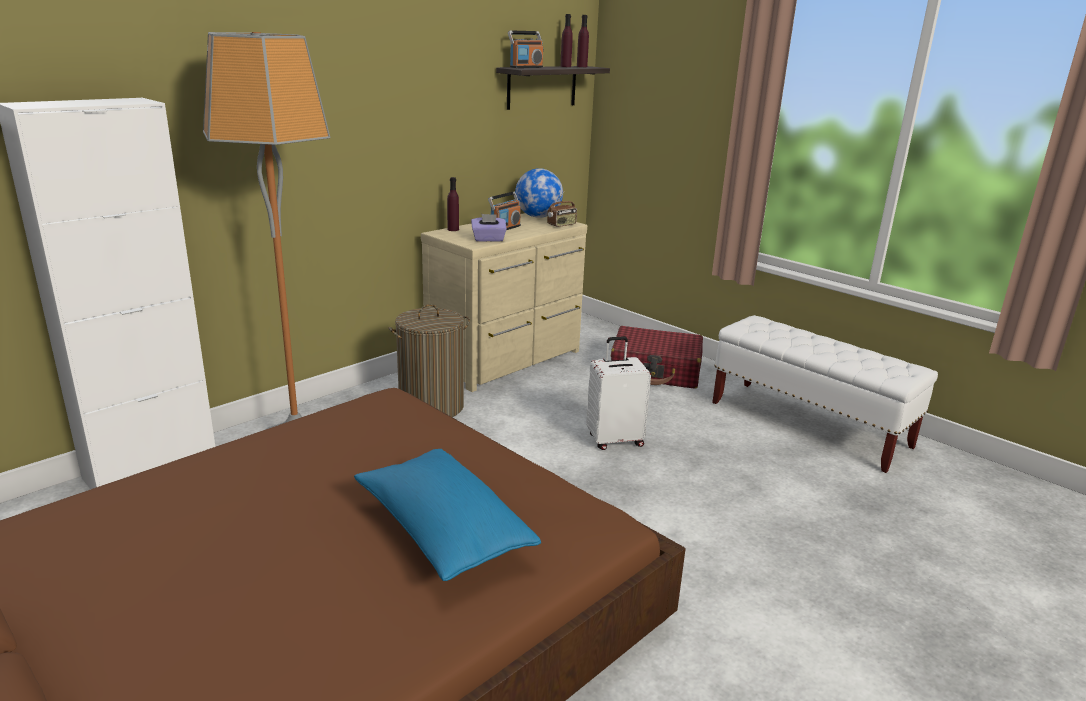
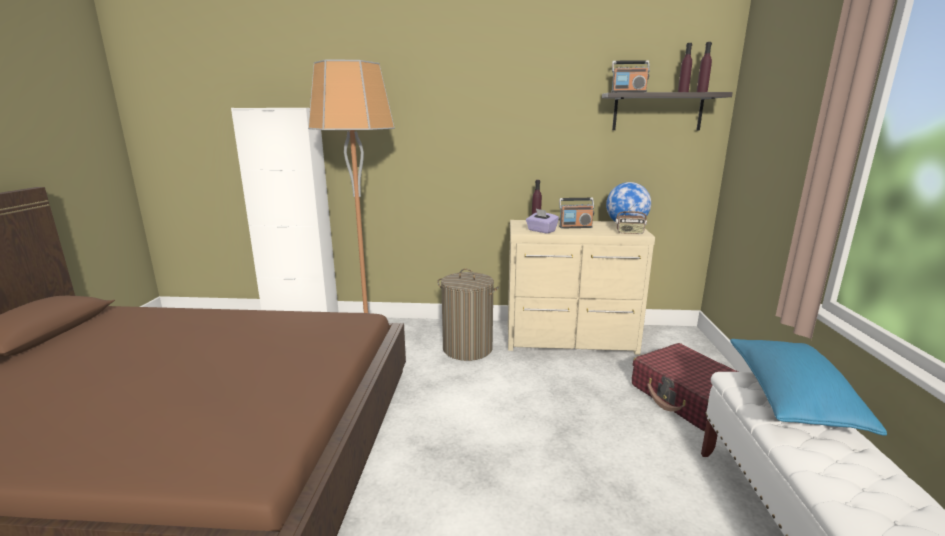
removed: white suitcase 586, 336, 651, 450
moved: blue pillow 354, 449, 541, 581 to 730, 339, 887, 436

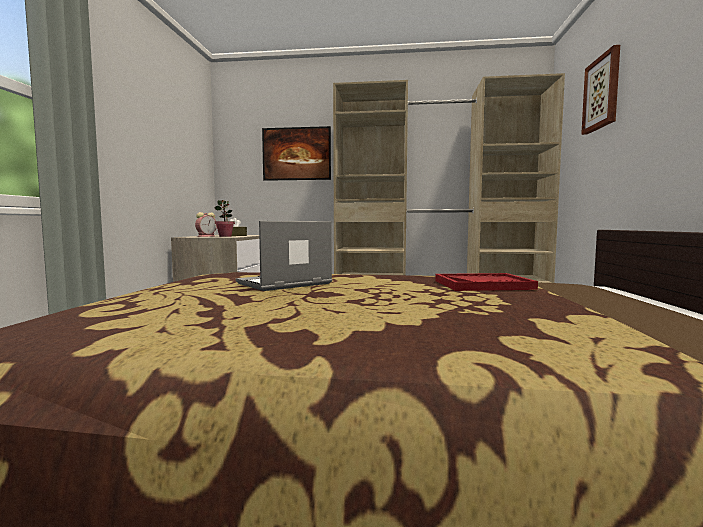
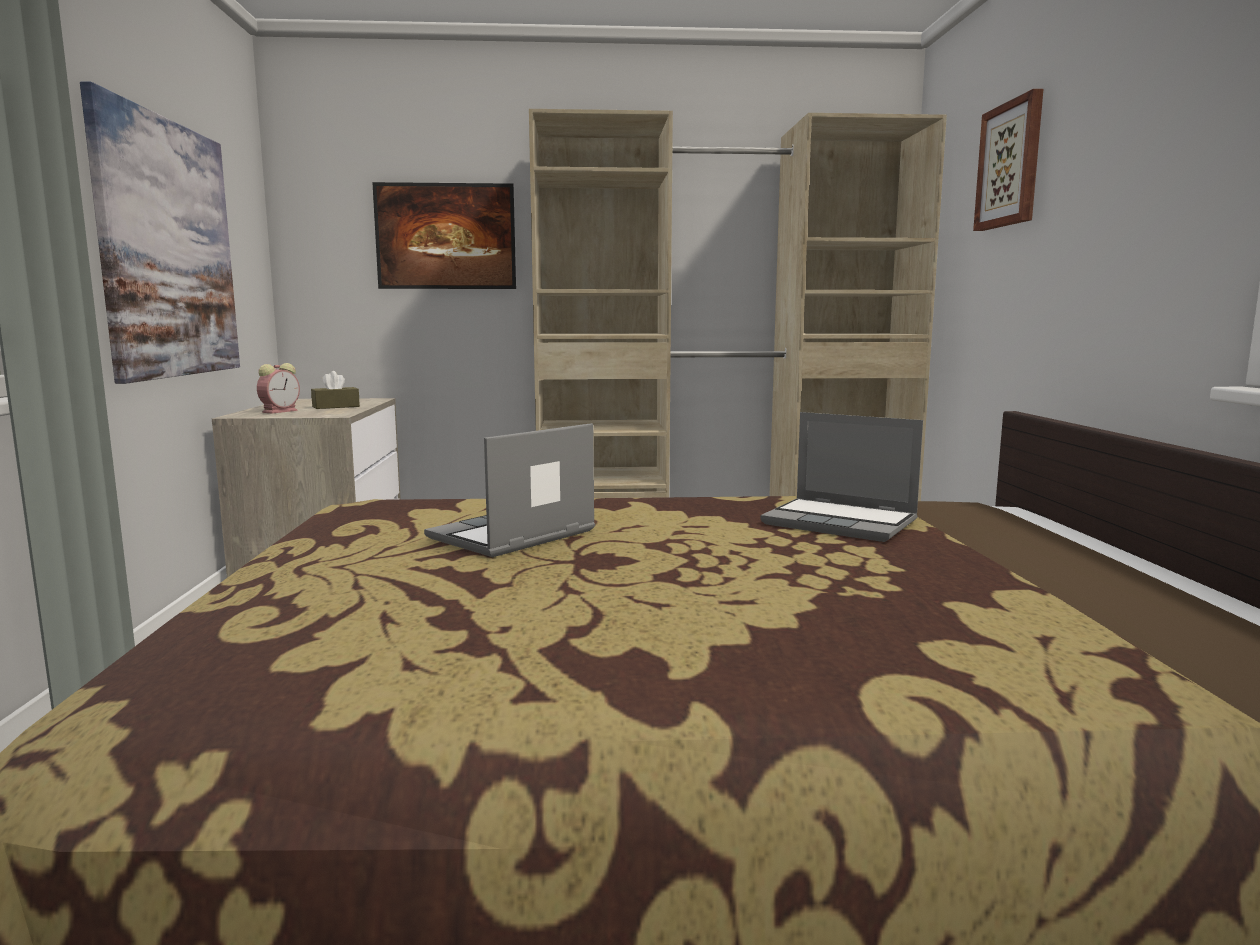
removed: potted plant 214, 200, 235, 237
added: picture 80, 81, 240, 384
replaced: red tray 435, 273, 538, 291 to laptop 761, 412, 923, 542

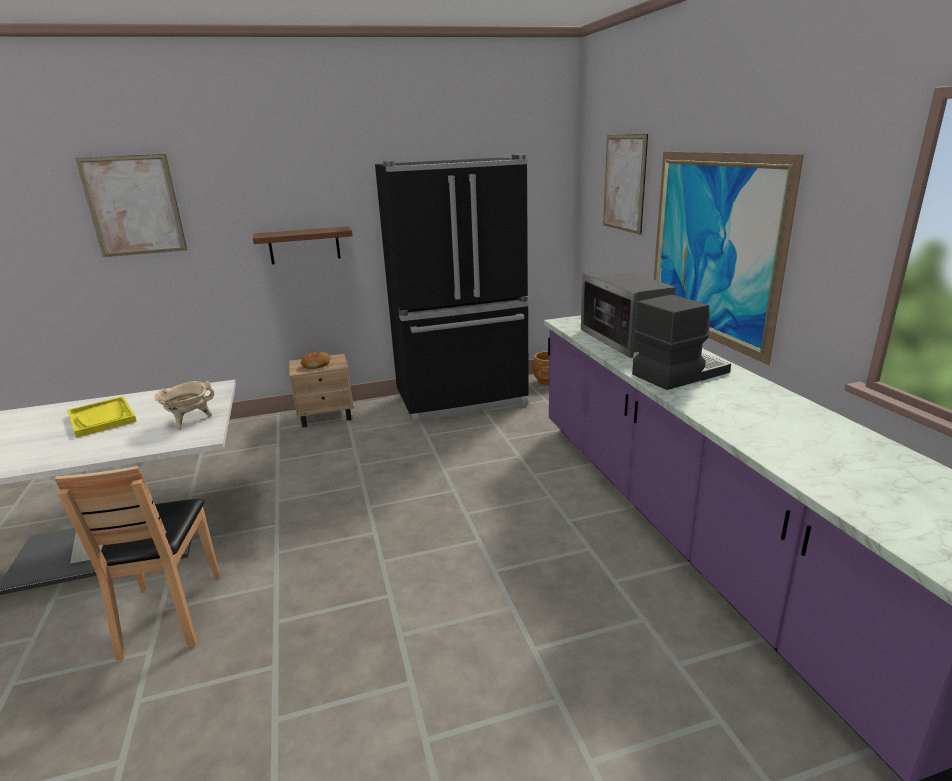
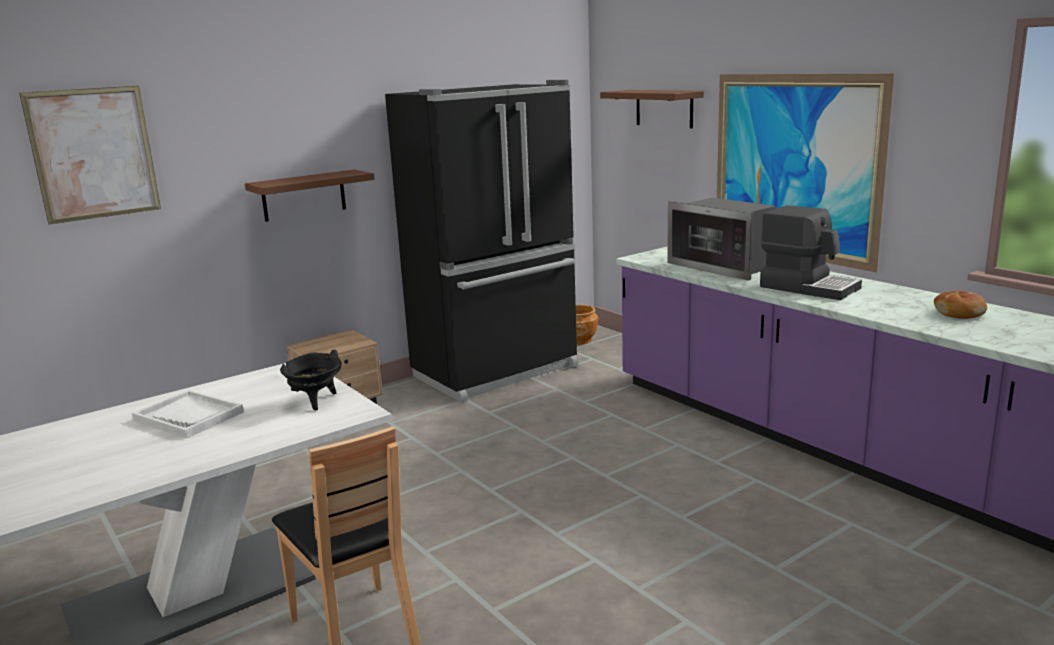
moved: bread 301, 351, 330, 369 to 934, 291, 987, 319
replaced: picture 603, 134, 648, 235 to brown shelf 600, 90, 704, 128
recoloured: yellow tray 67, 396, 137, 438 to white tray 132, 390, 244, 438; beige cooking pot 154, 381, 214, 430 to black cooking pot 280, 350, 342, 410
turned: coffee machine 632, 295, 731, 390 = 760, 205, 862, 300 90 degrees clockwise

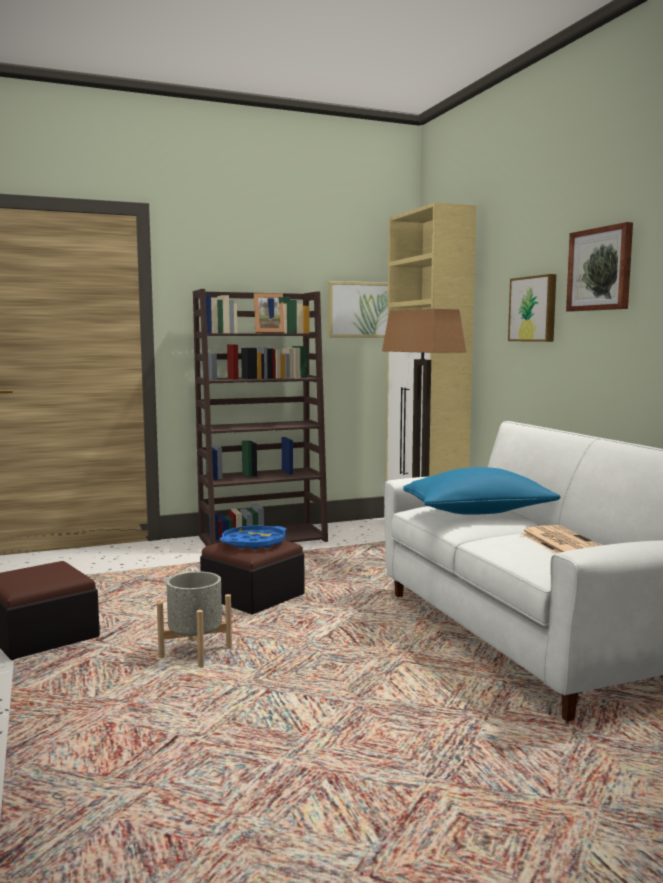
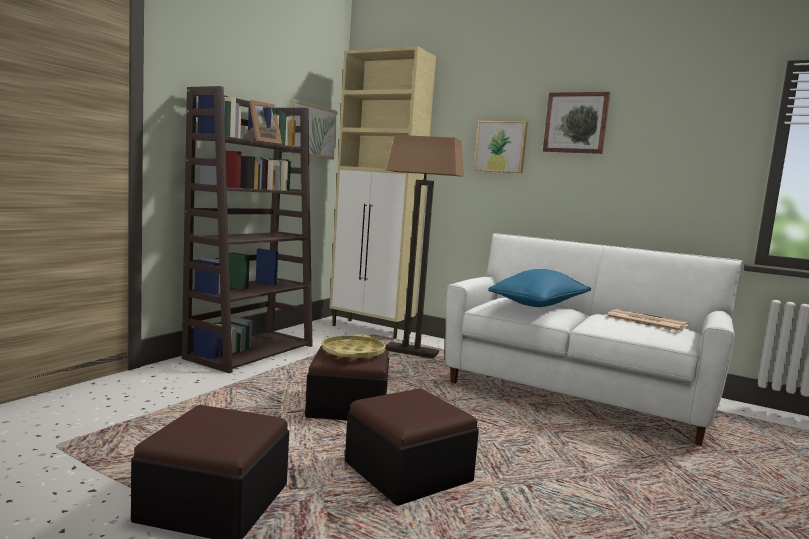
replaced: grey planter 157, 571, 232, 668 to ottoman 345, 388, 479, 506
recoloured: blue tray 220, 526, 286, 550 to yellow tray 322, 334, 386, 360

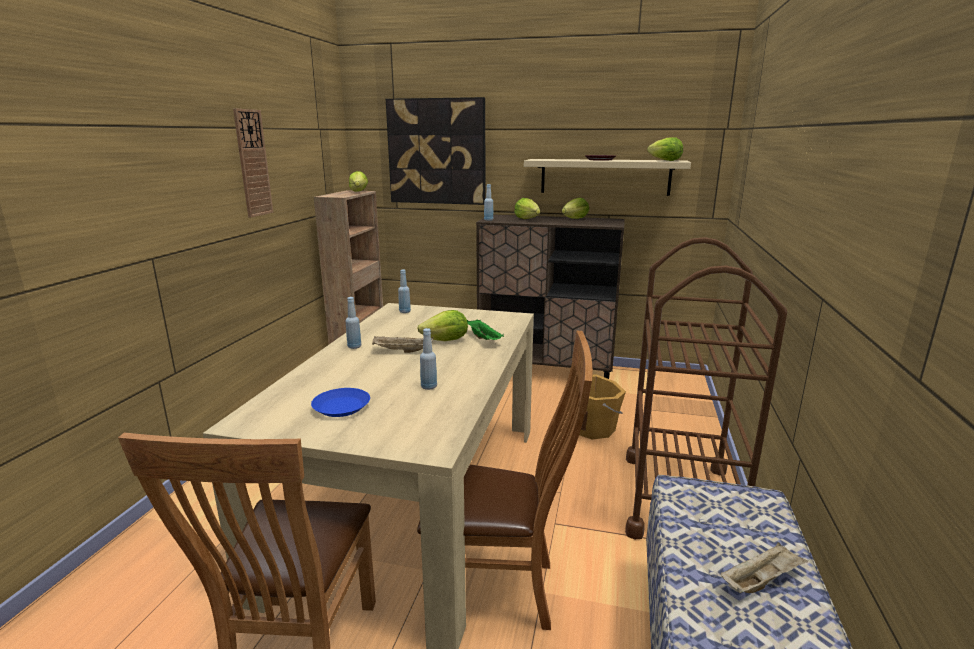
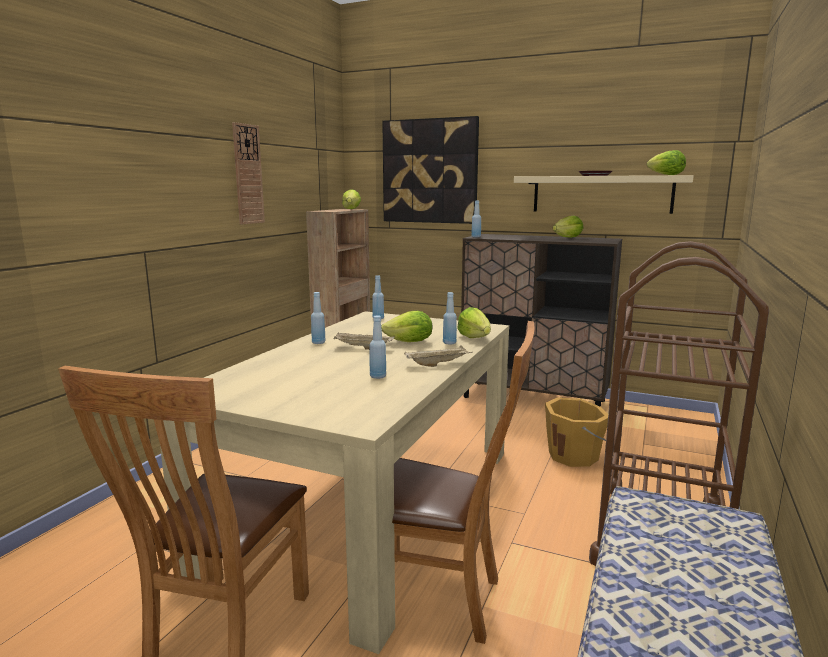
removed: blue plate 311, 388, 370, 417
moved: lettuce 514, 198, 540, 219 to 458, 307, 491, 338; beige tray 721, 542, 808, 593 to 404, 345, 473, 367
replaced: green tray 467, 319, 504, 340 to blue bottle 443, 292, 457, 344

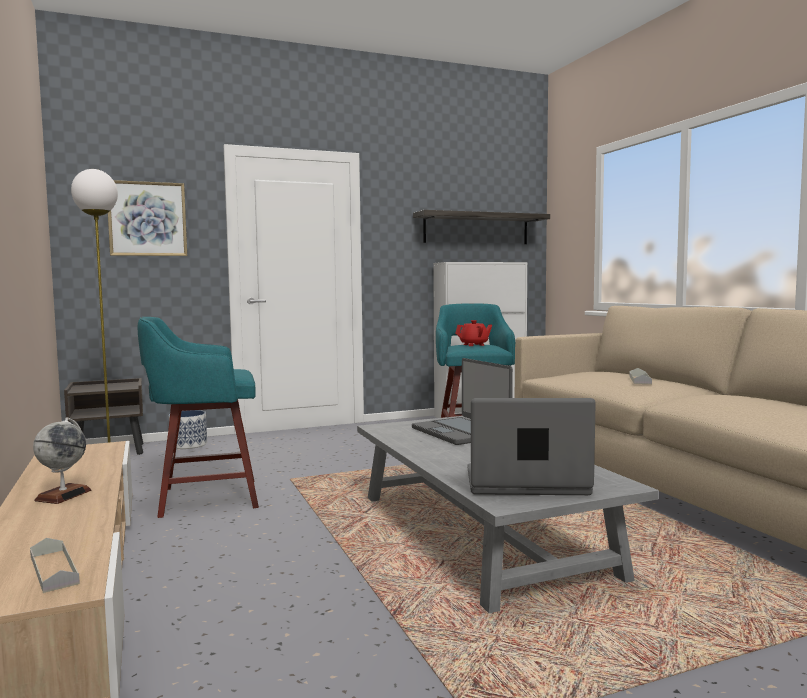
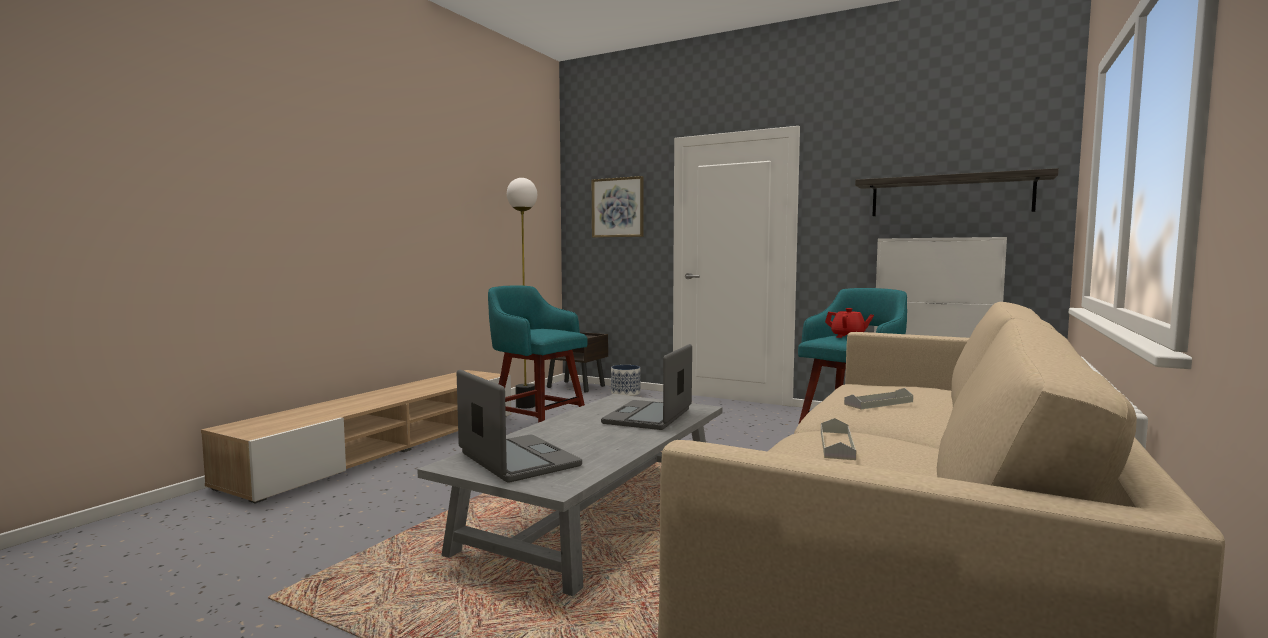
removed: globe 33, 417, 92, 504
moved: grey tray 30, 538, 80, 593 to 821, 418, 856, 460

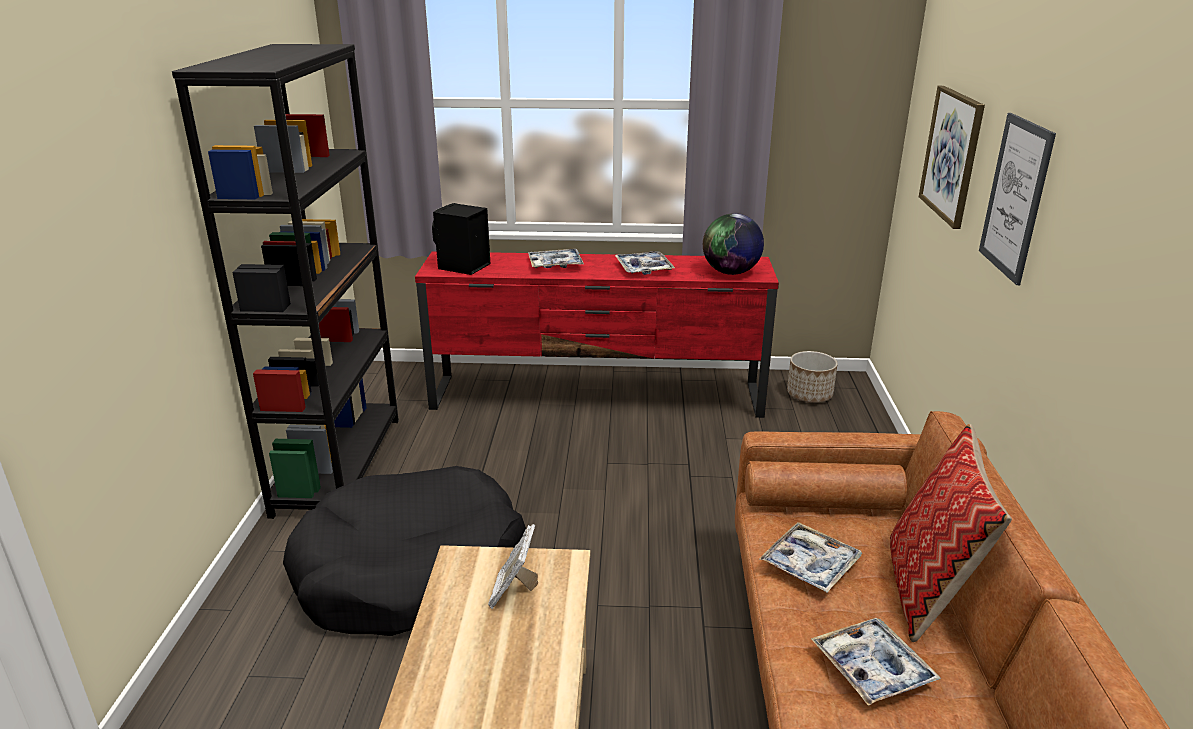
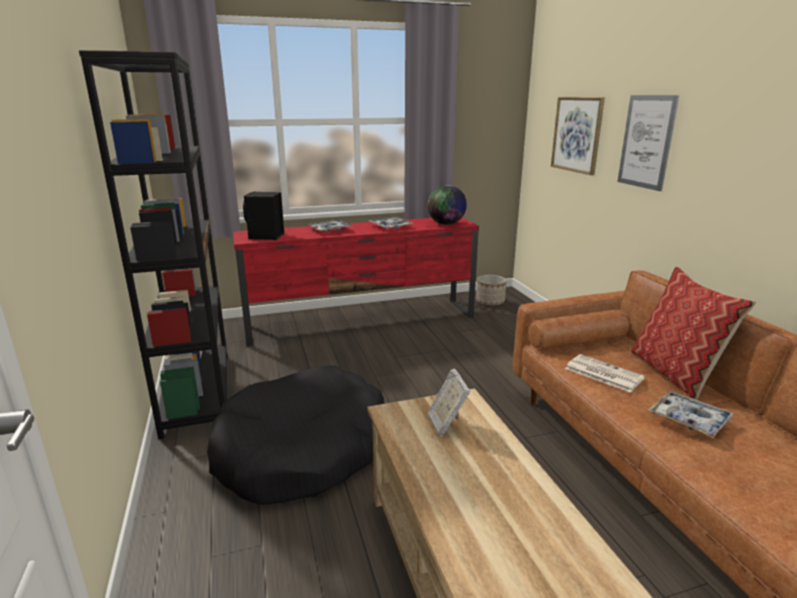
replaced: tray 759, 522, 862, 593 to newspaper 565, 354, 645, 393

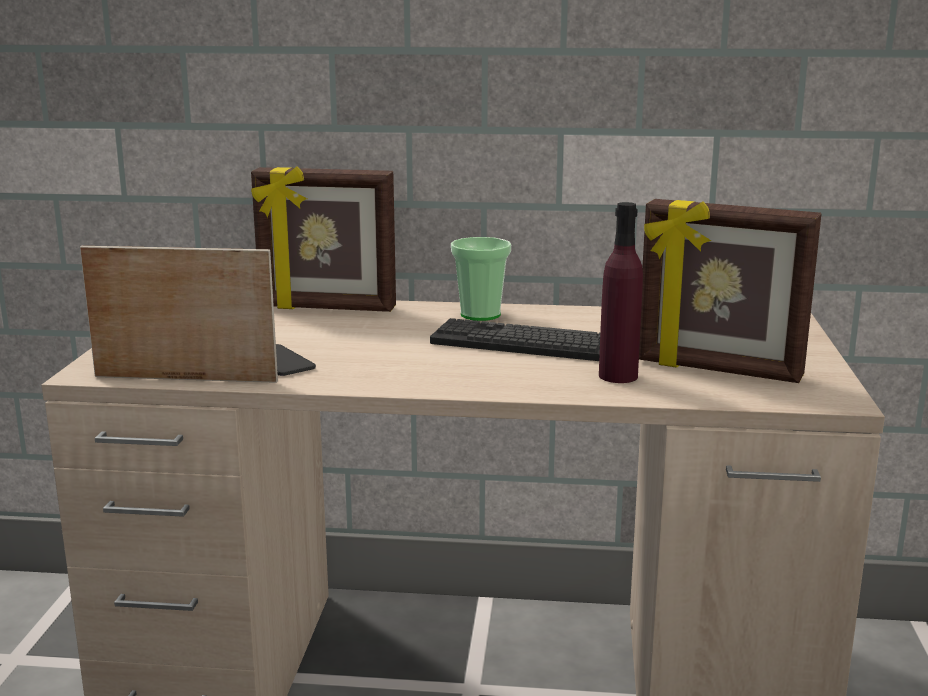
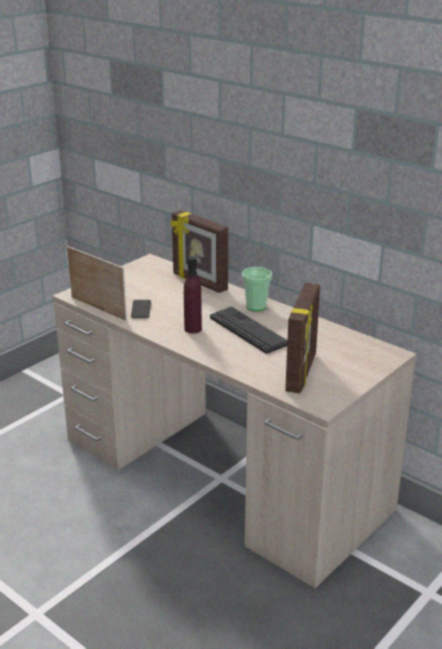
moved: purple bottle 599, 202, 643, 383 to 184, 256, 202, 334
turned: picture frame 639, 199, 821, 383 = 285, 282, 320, 394 135 degrees counterclockwise

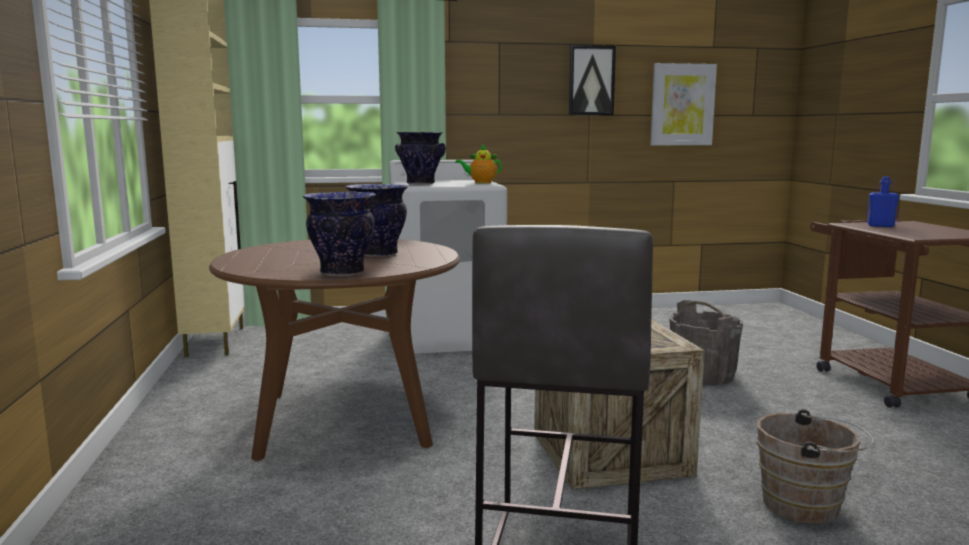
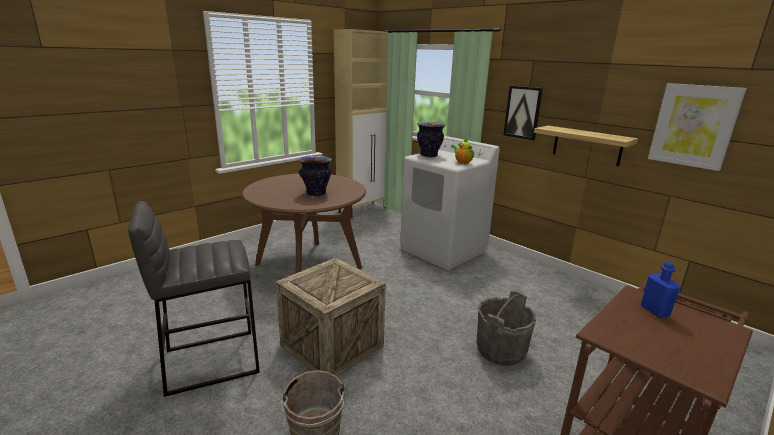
removed: vase 303, 191, 376, 276
added: shelf 534, 126, 638, 166
moved: picture 569, 45, 616, 115 to 503, 86, 543, 140

